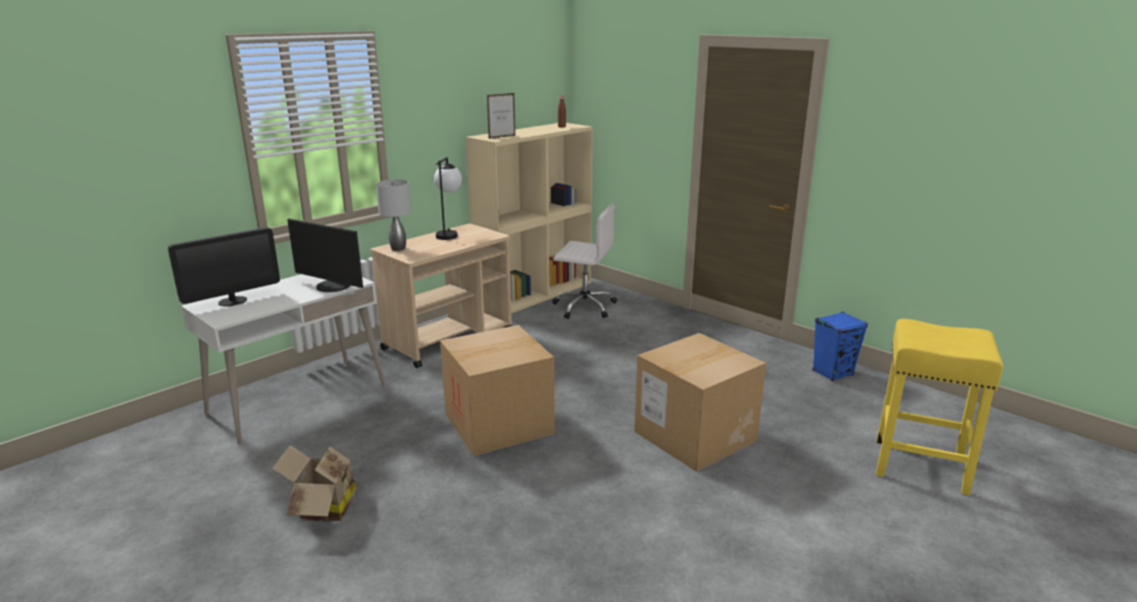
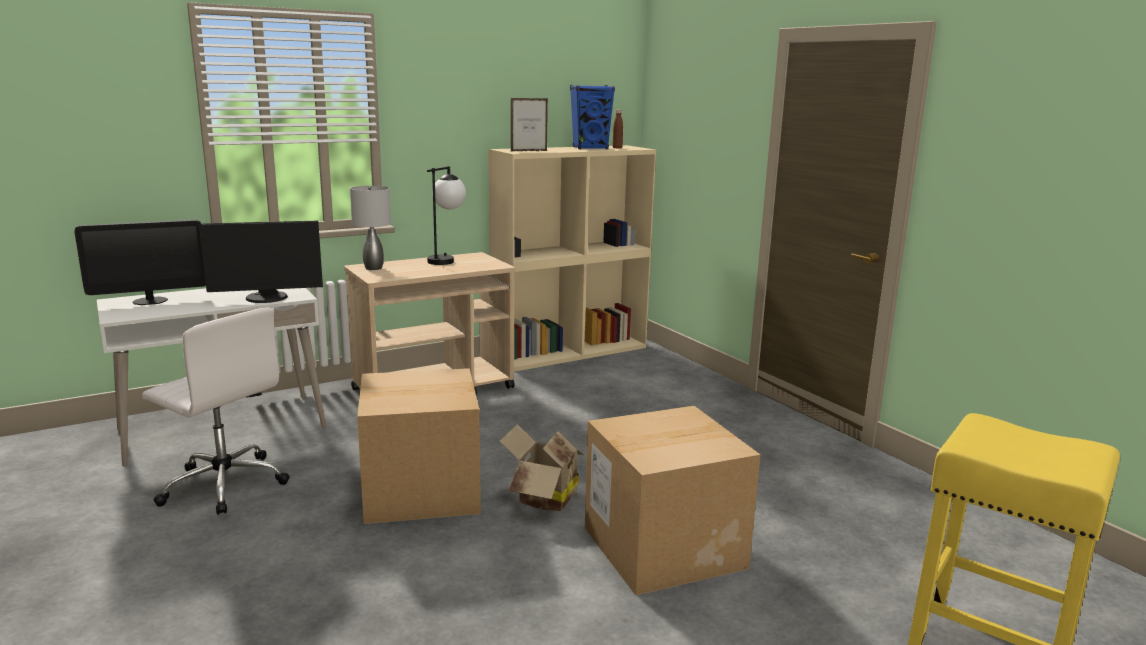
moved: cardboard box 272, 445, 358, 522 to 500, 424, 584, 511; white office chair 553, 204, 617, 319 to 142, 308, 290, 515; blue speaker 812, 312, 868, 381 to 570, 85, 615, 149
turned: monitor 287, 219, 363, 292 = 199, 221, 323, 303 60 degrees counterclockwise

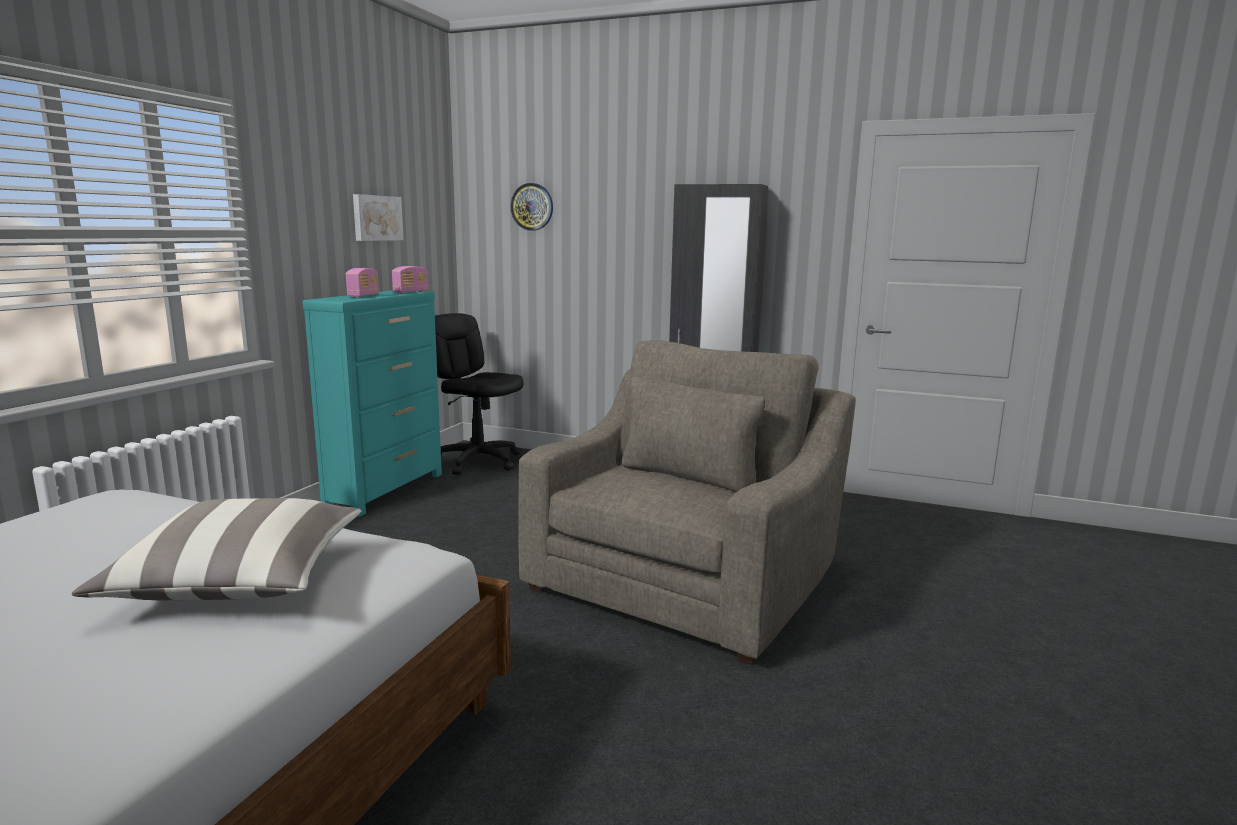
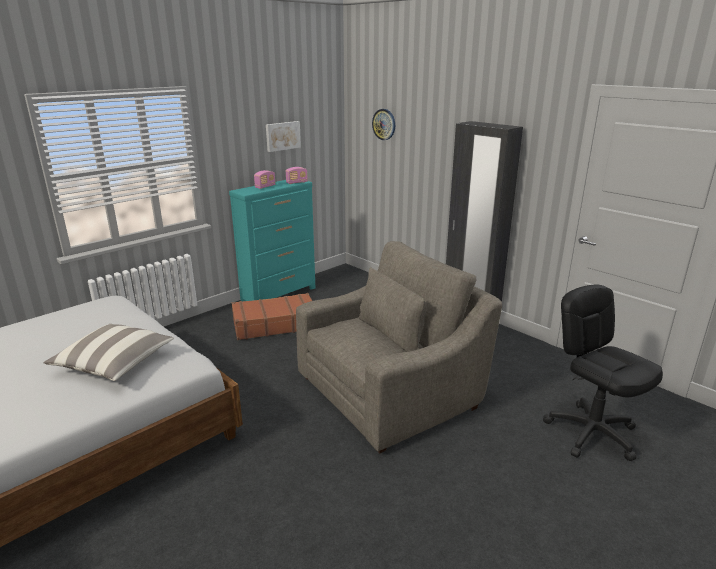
added: brown suitcase 232, 293, 312, 340
moved: black office chair 435, 313, 524, 475 to 543, 285, 663, 461

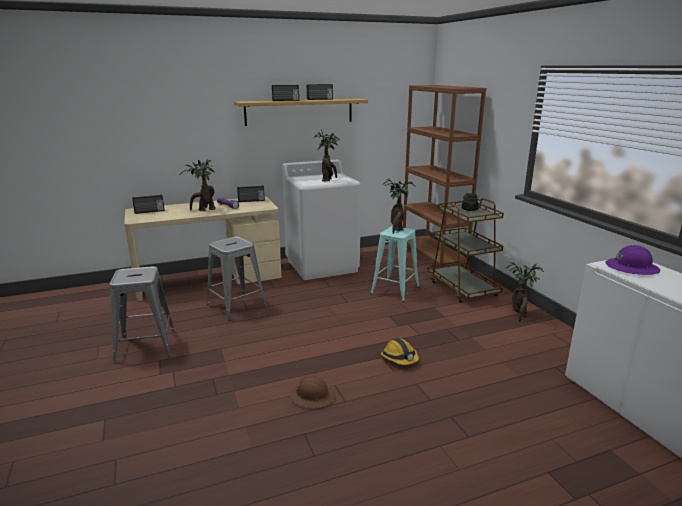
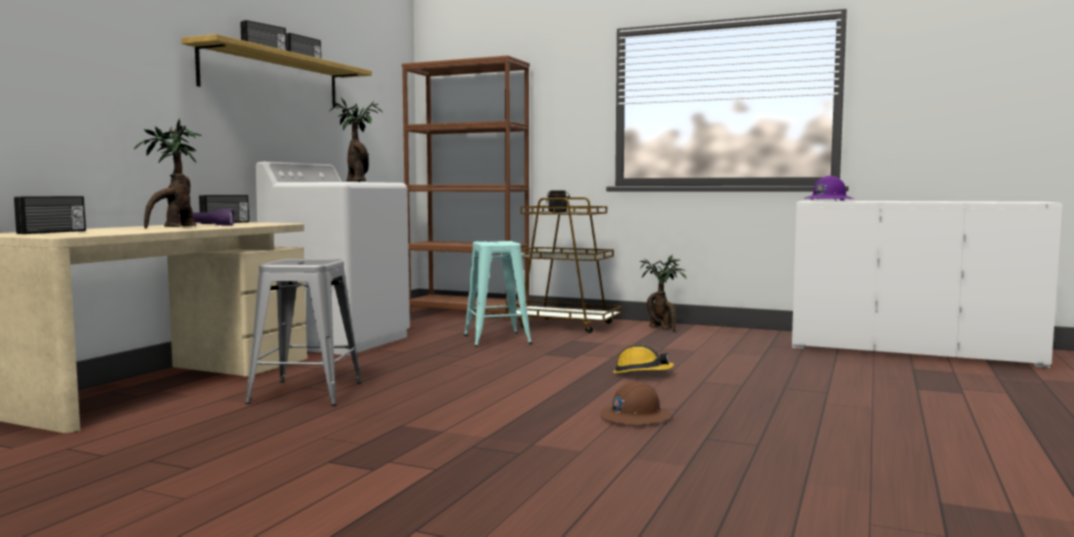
removed: grey stool 110, 266, 175, 364; potted plant 384, 178, 416, 234

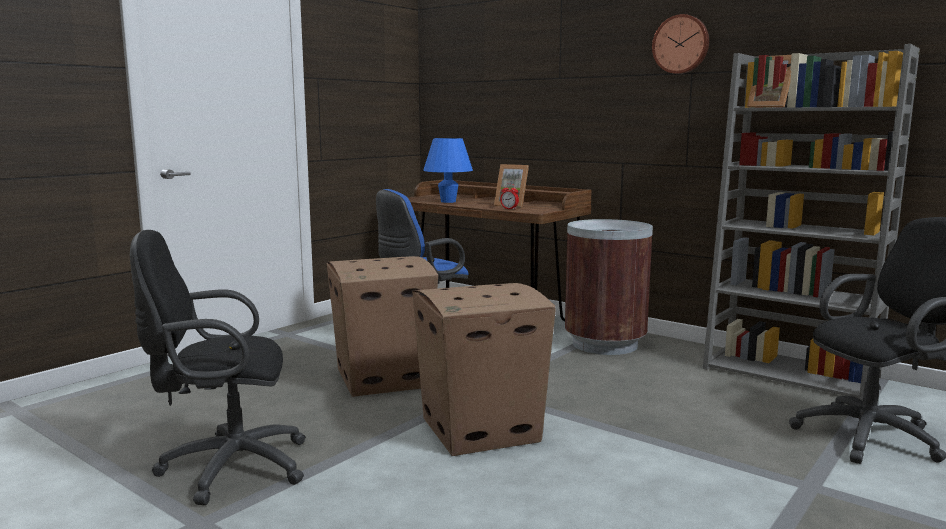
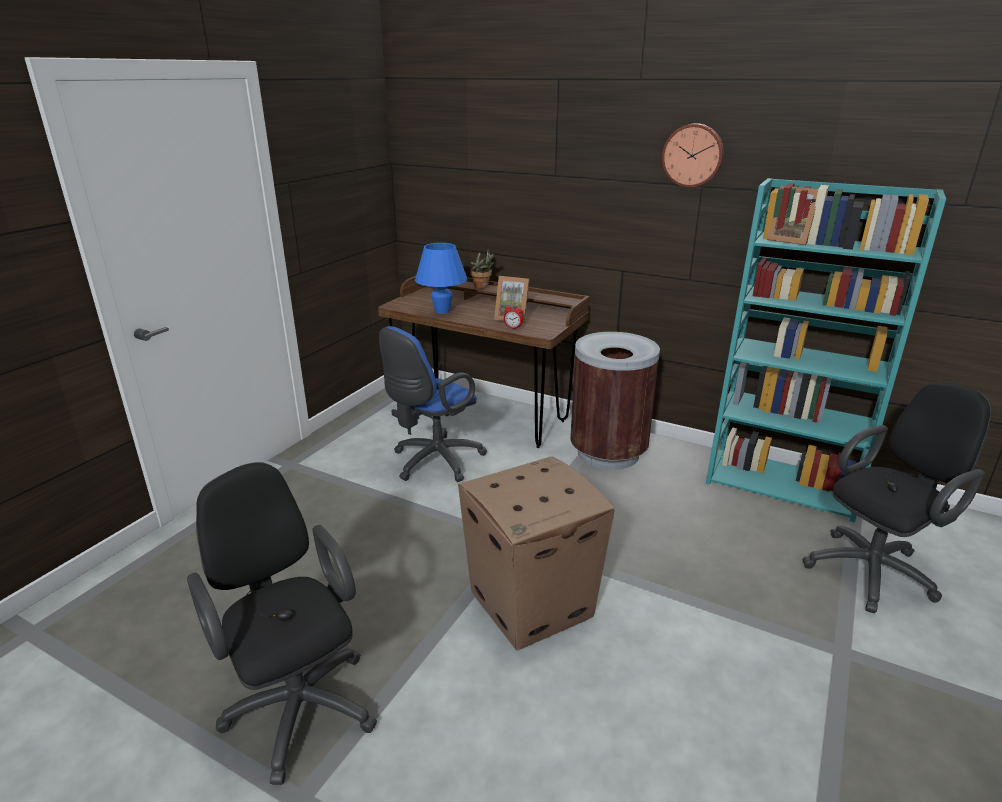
removed: cardboard box 327, 256, 438, 397
added: potted plant 470, 250, 494, 289
recoloured: grey bookcase 703, 44, 920, 401 to turquoise bookcase 706, 178, 946, 523
turned: black office chair 130, 230, 306, 505 = 187, 462, 377, 785 75 degrees clockwise

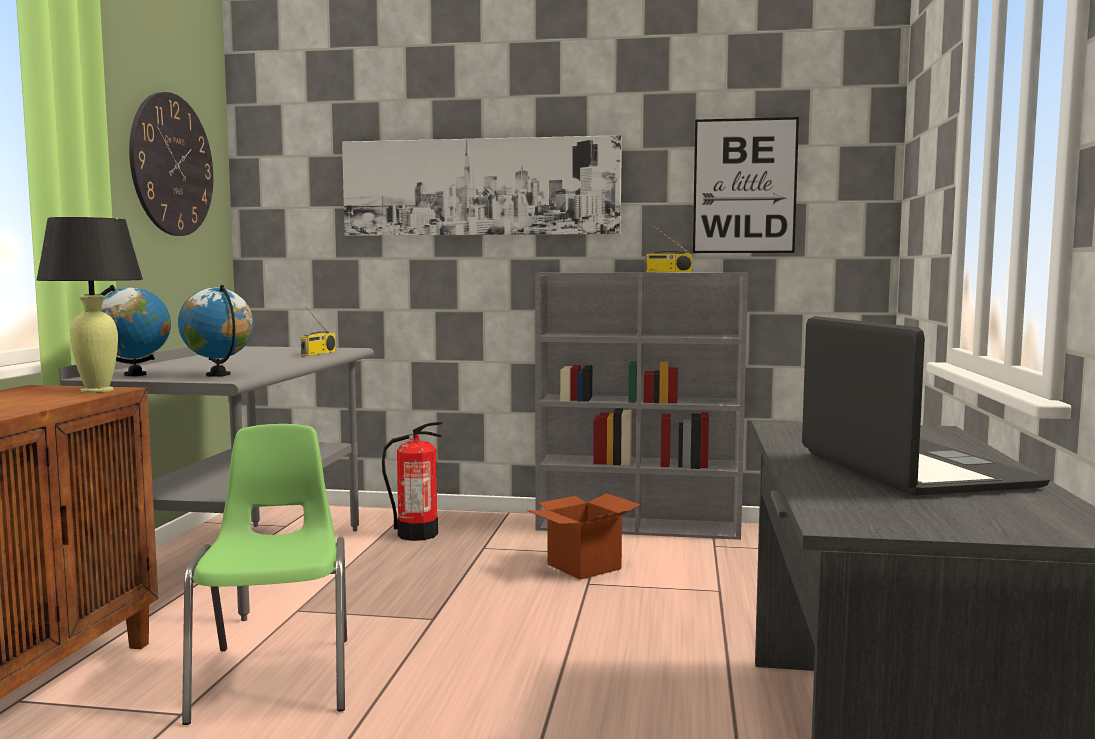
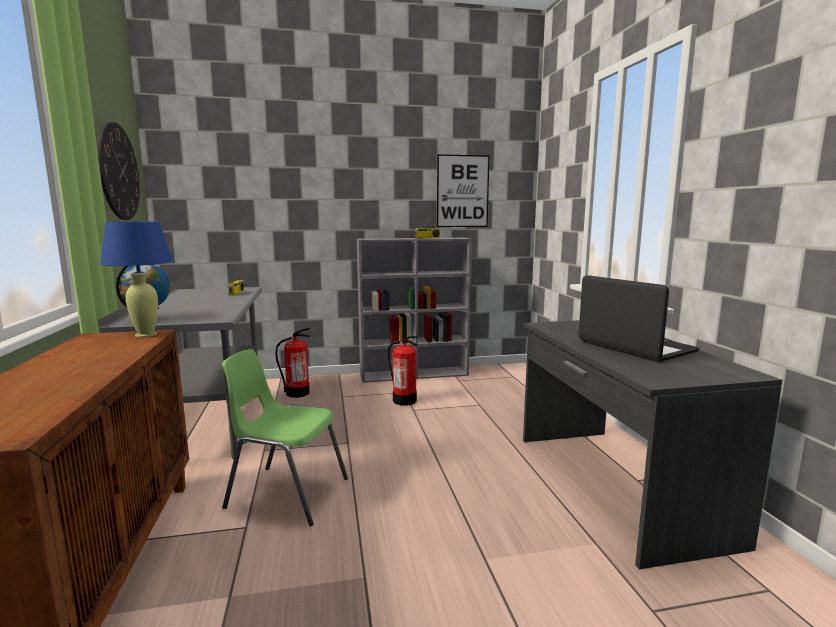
removed: globe 178, 285, 253, 377; picture 342, 135, 622, 236
replaced: cardboard box 527, 493, 641, 580 to fire extinguisher 388, 336, 418, 405
recoloured: black table lamp 36, 217, 143, 393 to blue table lamp 100, 221, 173, 337
turned: green chair 182, 424, 347, 725 = 222, 349, 348, 526 45 degrees counterclockwise

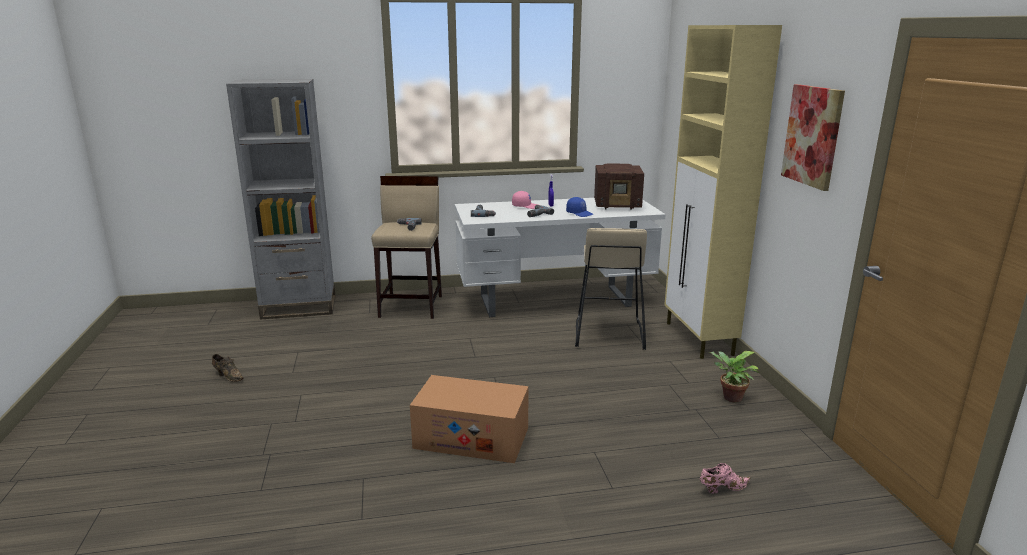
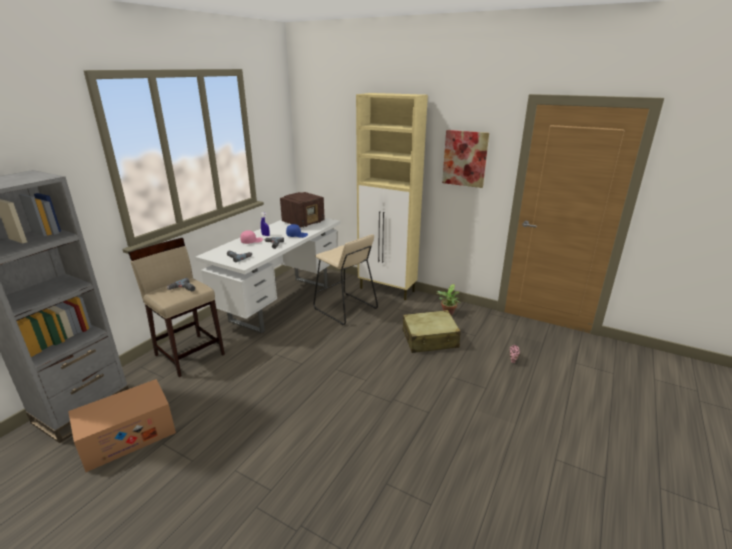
removed: brown shoe 212, 354, 243, 382
added: beige suitcase 403, 310, 461, 353
moved: cardboard box 410, 375, 529, 463 to 68, 379, 176, 472

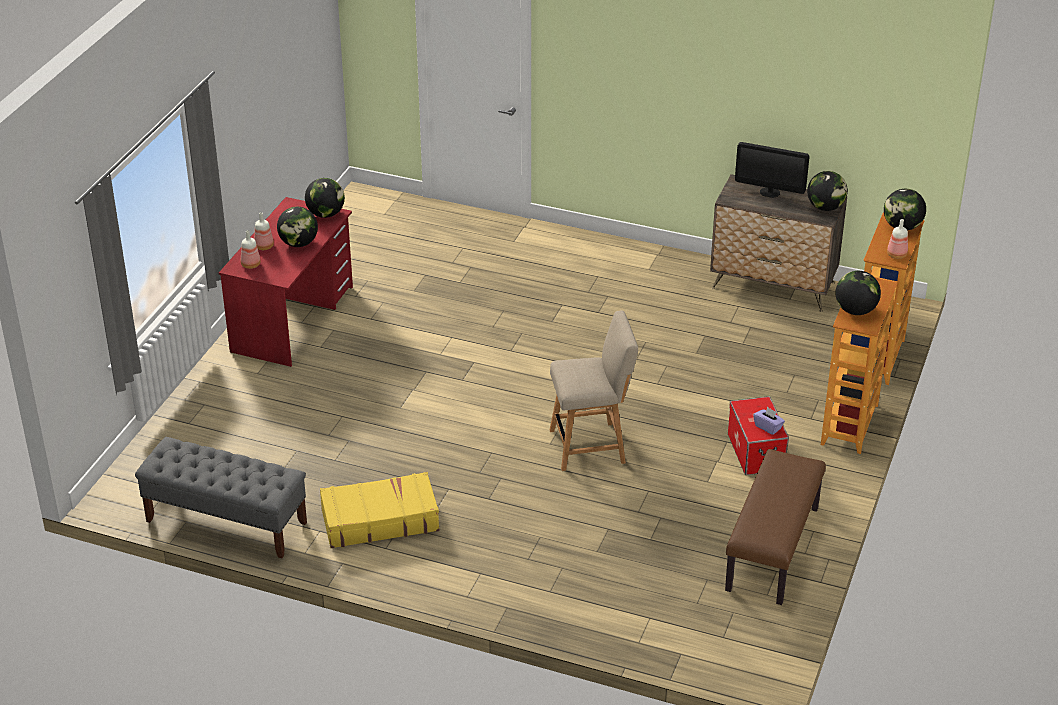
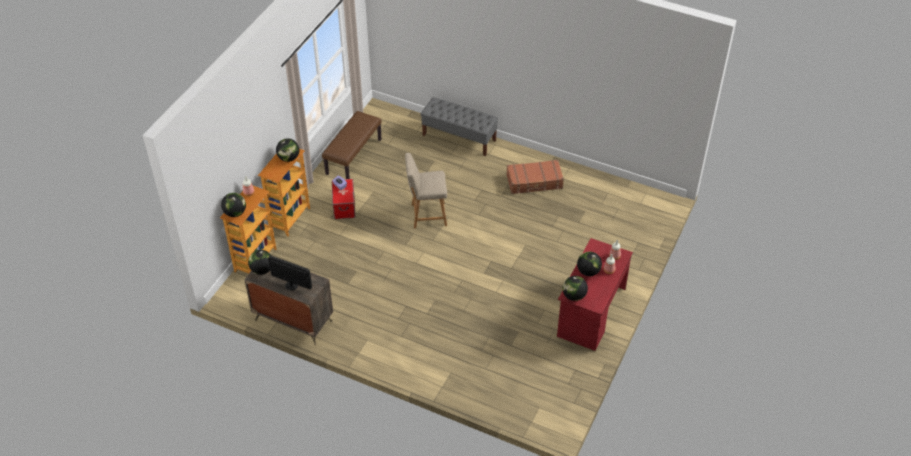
moved: grey bench 135, 437, 307, 558 to 420, 97, 498, 156
recoloured: yellow suitcase 320, 472, 440, 548 to brown suitcase 506, 160, 564, 194

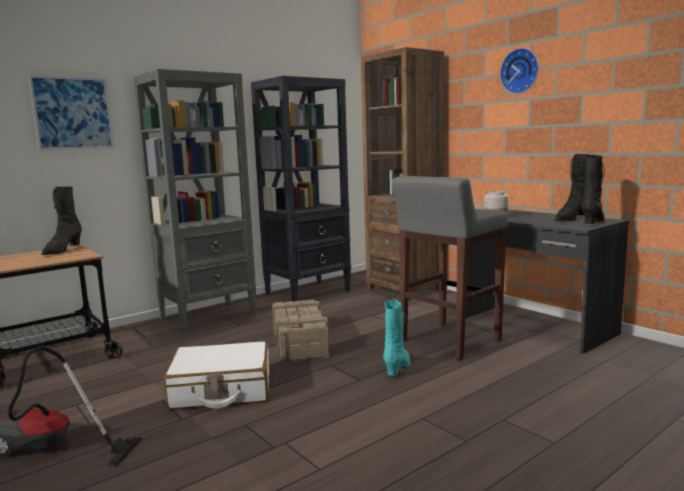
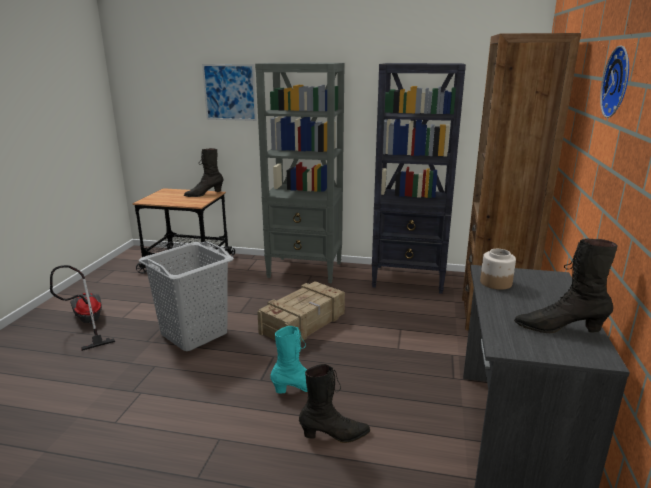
removed: grey stool 392, 176, 508, 360
moved: black boot 581, 155, 605, 224 to 299, 364, 370, 443
replaced: white suitcase 164, 341, 269, 409 to grey laundry basket 139, 241, 234, 351

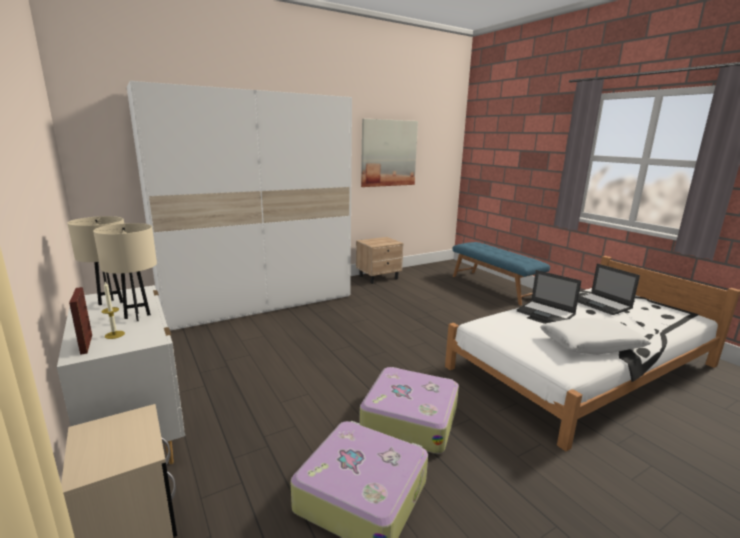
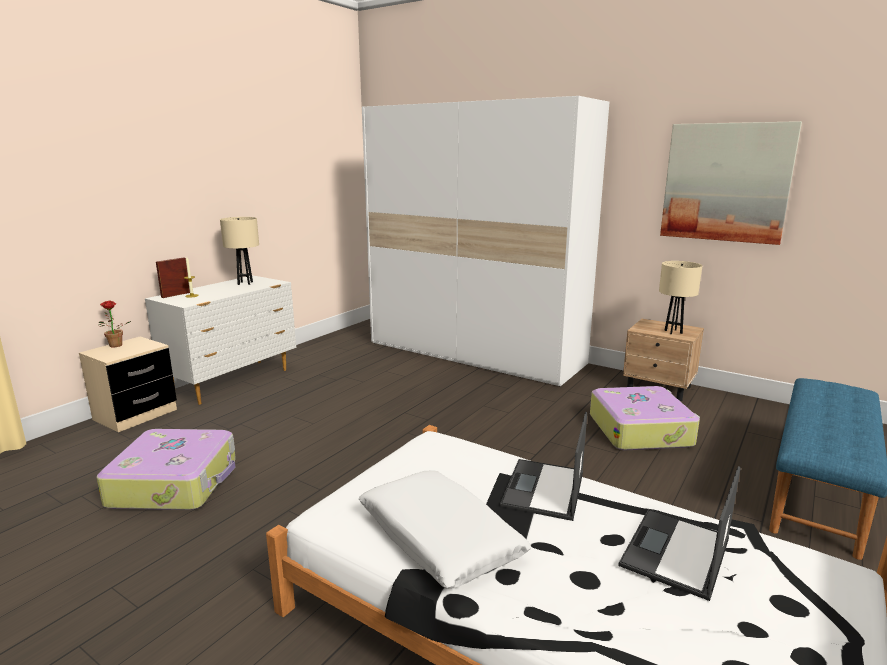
added: potted plant 98, 301, 131, 348
moved: beige table lamp 93, 223, 157, 321 to 659, 261, 702, 334; suitcase 359, 367, 459, 454 to 590, 386, 700, 450

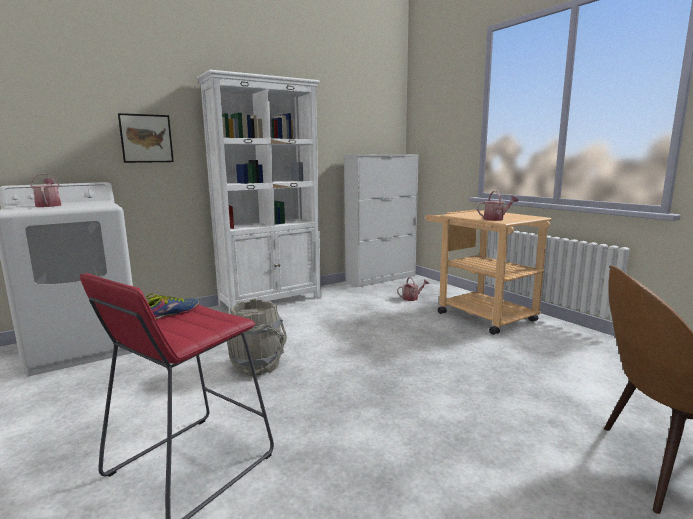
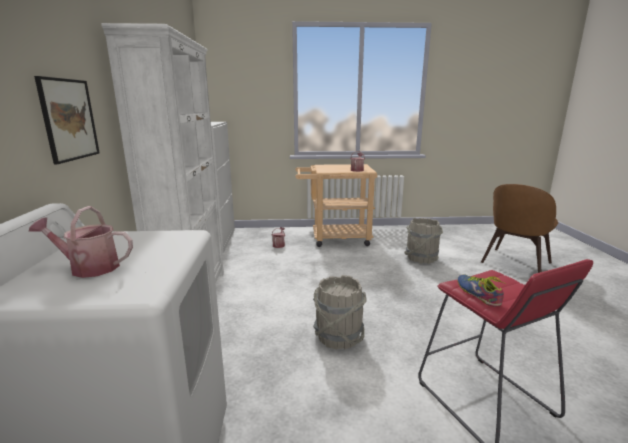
added: grey bucket 405, 218, 443, 264

